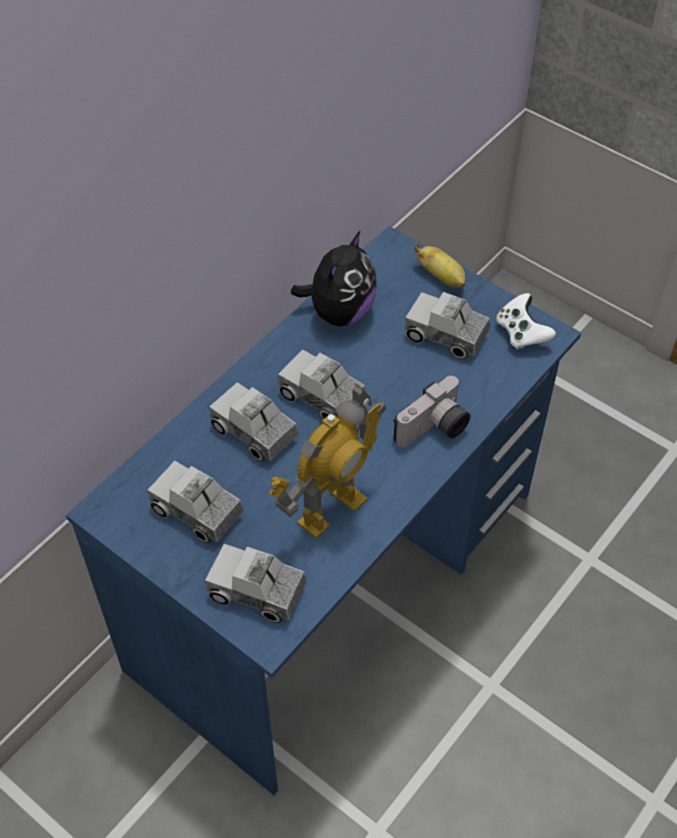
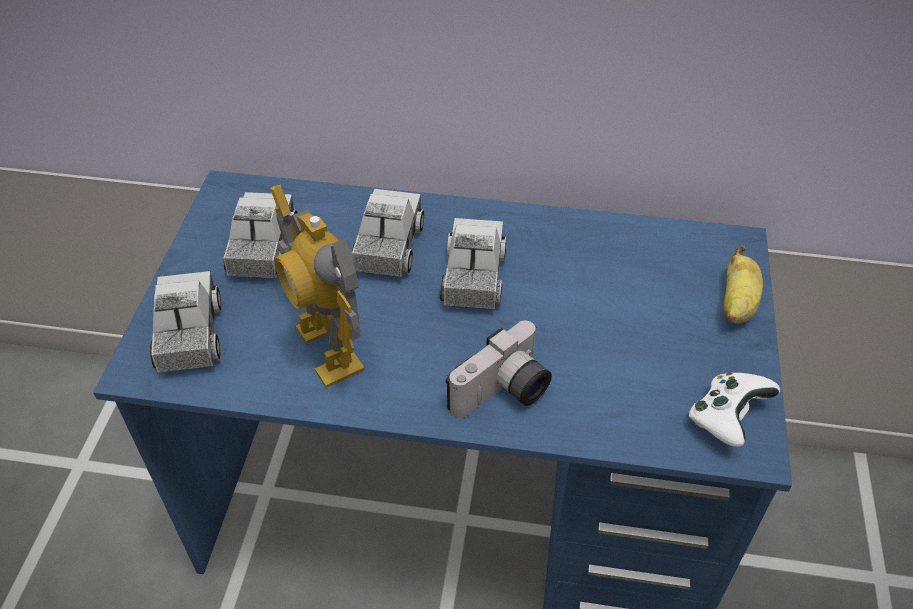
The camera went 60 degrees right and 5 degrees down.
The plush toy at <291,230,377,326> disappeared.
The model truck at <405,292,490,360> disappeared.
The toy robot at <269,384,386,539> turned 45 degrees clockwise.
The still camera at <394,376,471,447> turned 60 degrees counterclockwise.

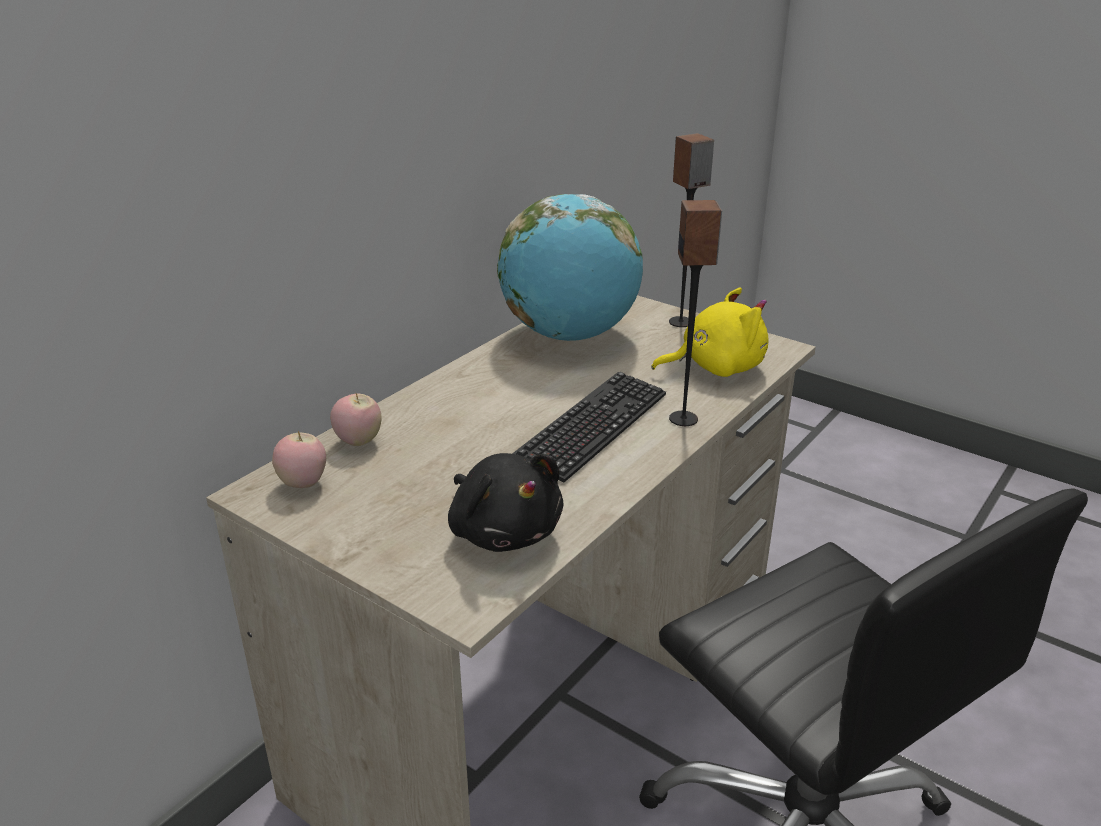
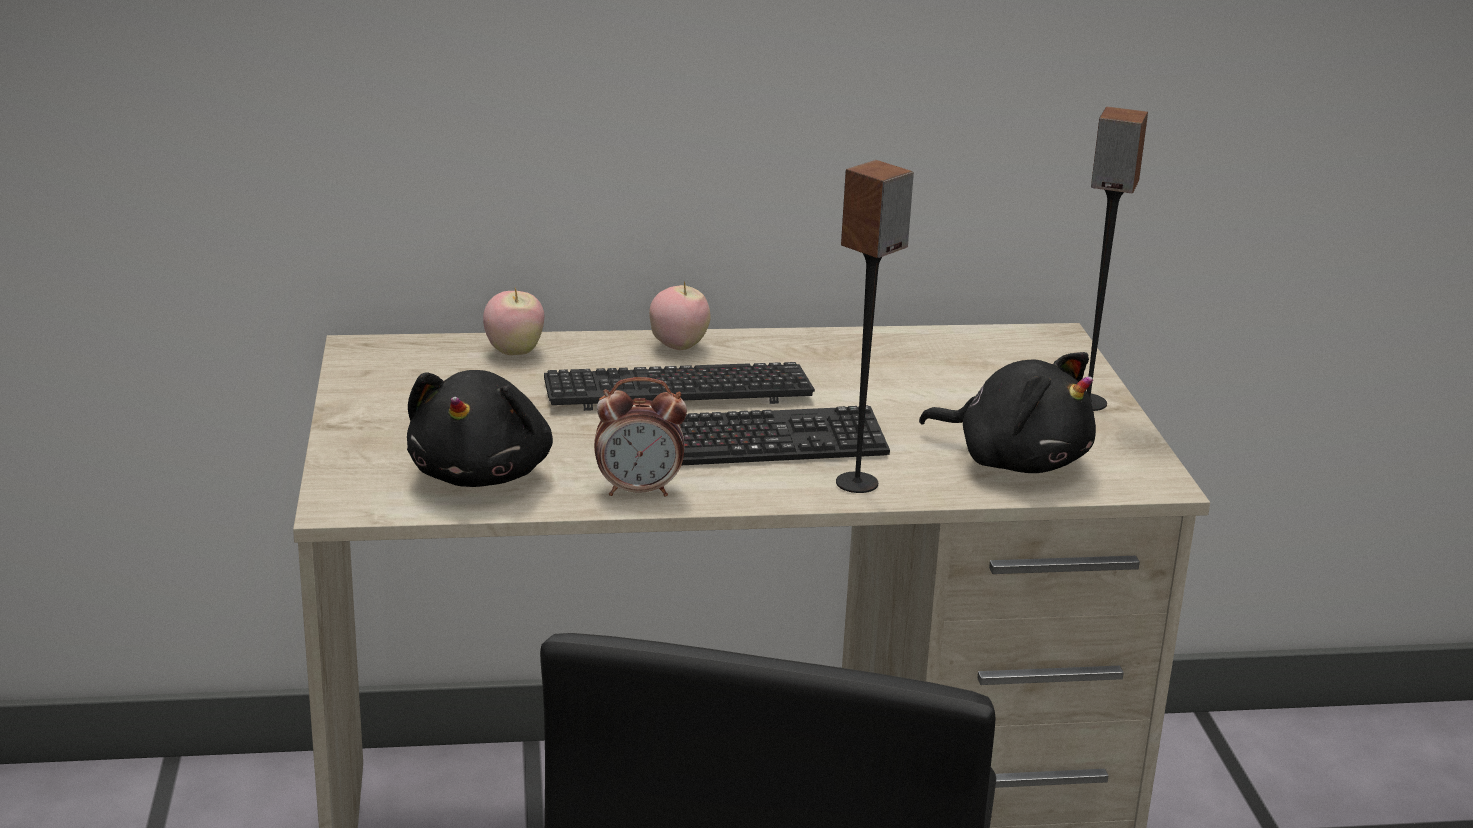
The camera went 45 degrees right and 5 degrees down.
The globe at <497,194,643,341> disappeared.
The PC keyboard at <544,362,815,411> appeared.
The alarm clock at <594,377,687,497> appeared.
The apple fruit moved from <272,431,326,488> to <649,282,711,350>.
The yellow-coloured plush toy at <651,287,768,377> became the black-coloured plush toy at <919,352,1096,473>.

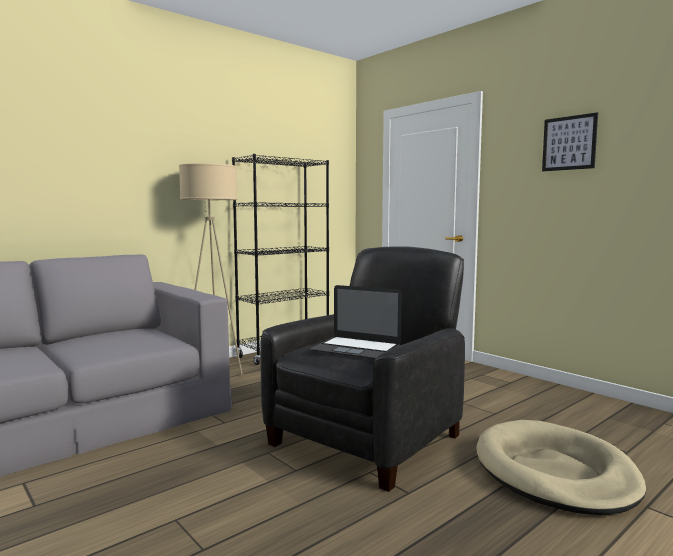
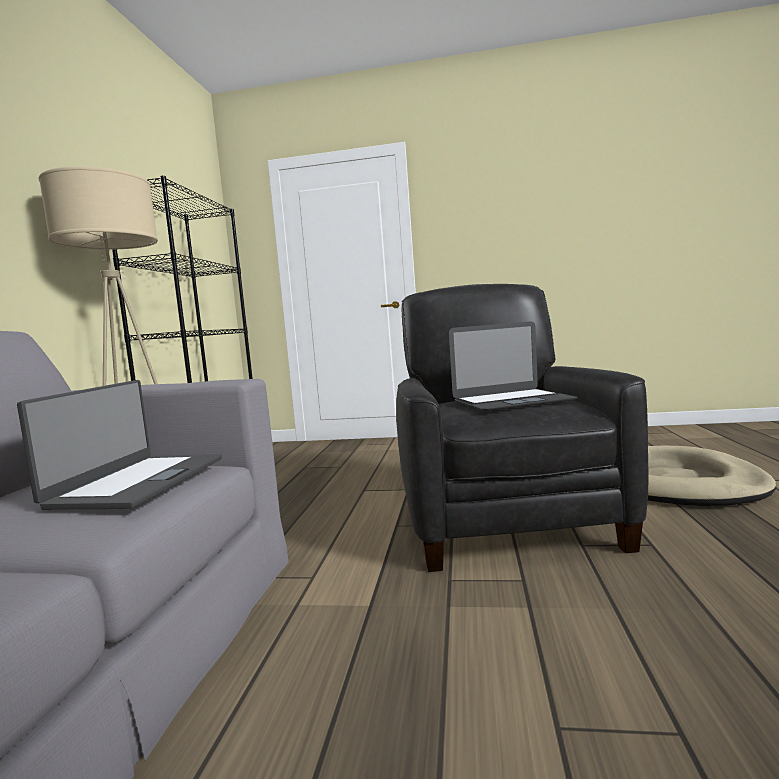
The camera went 40 degrees left and 0 degrees up.
The wall art at <542,112,598,171> disappeared.
The laptop at <17,380,222,510> appeared.

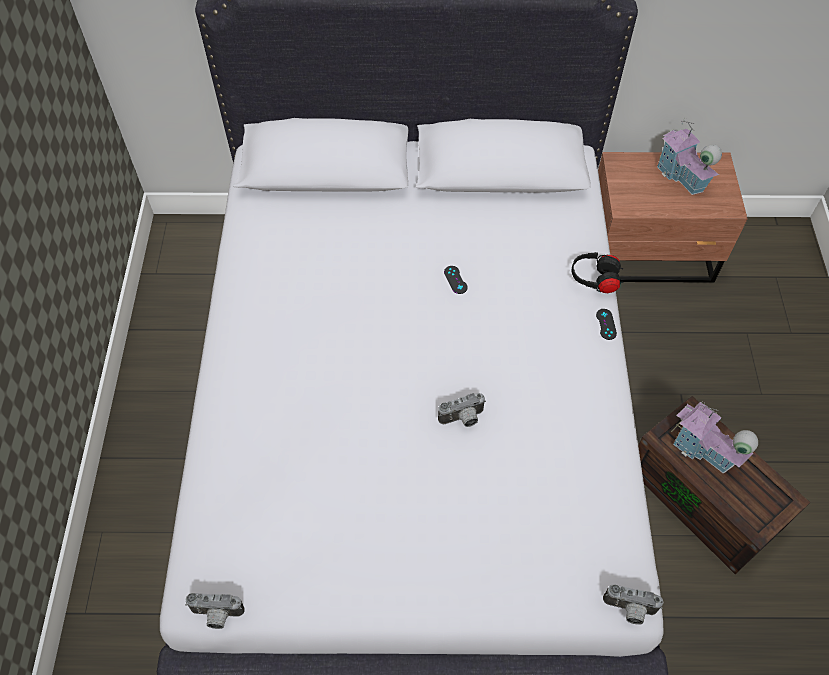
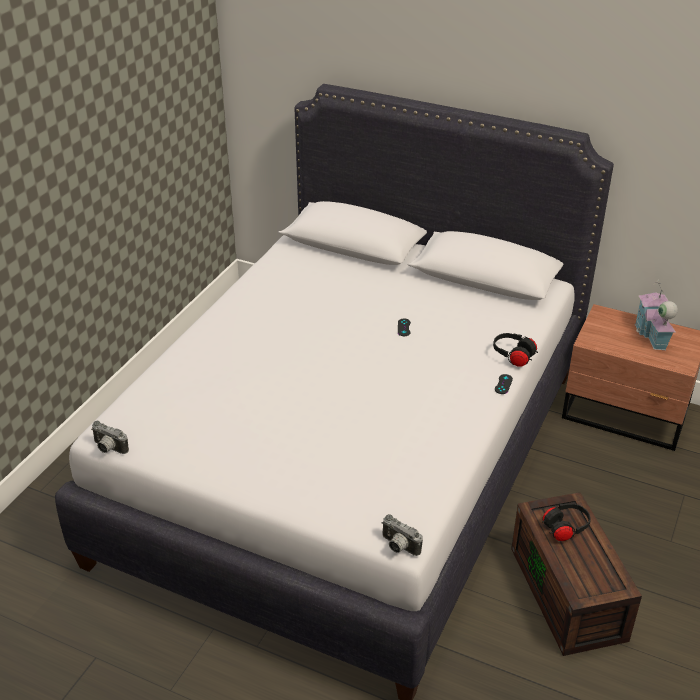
The camera went 25 degrees right and 20 degrees down.
The still camera at <438,393,486,427> disappeared.
The miniature house at <671,400,758,474> was replaced by the black-coloured headset at <542,503,591,541>.

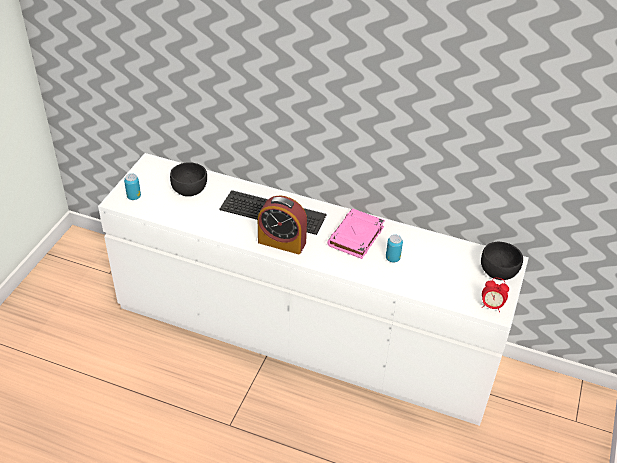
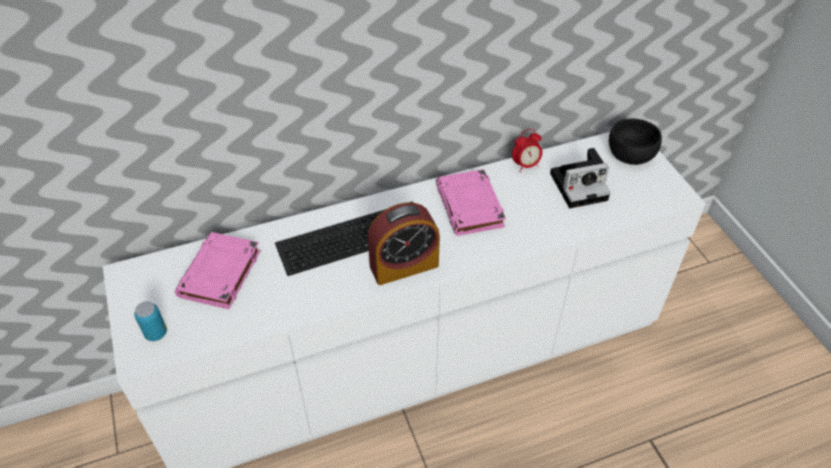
The camera went 40 degrees left and 5 degrees up.
The sealed can at <386,235,403,262> disappeared.
The still camera at <550,148,610,208> appeared.
The alarm clock moved from <482,278,509,313> to <512,129,542,172>.
The black-coloured serving bowl at <170,162,207,196> was replaced by the pinkish book at <175,232,261,309>.

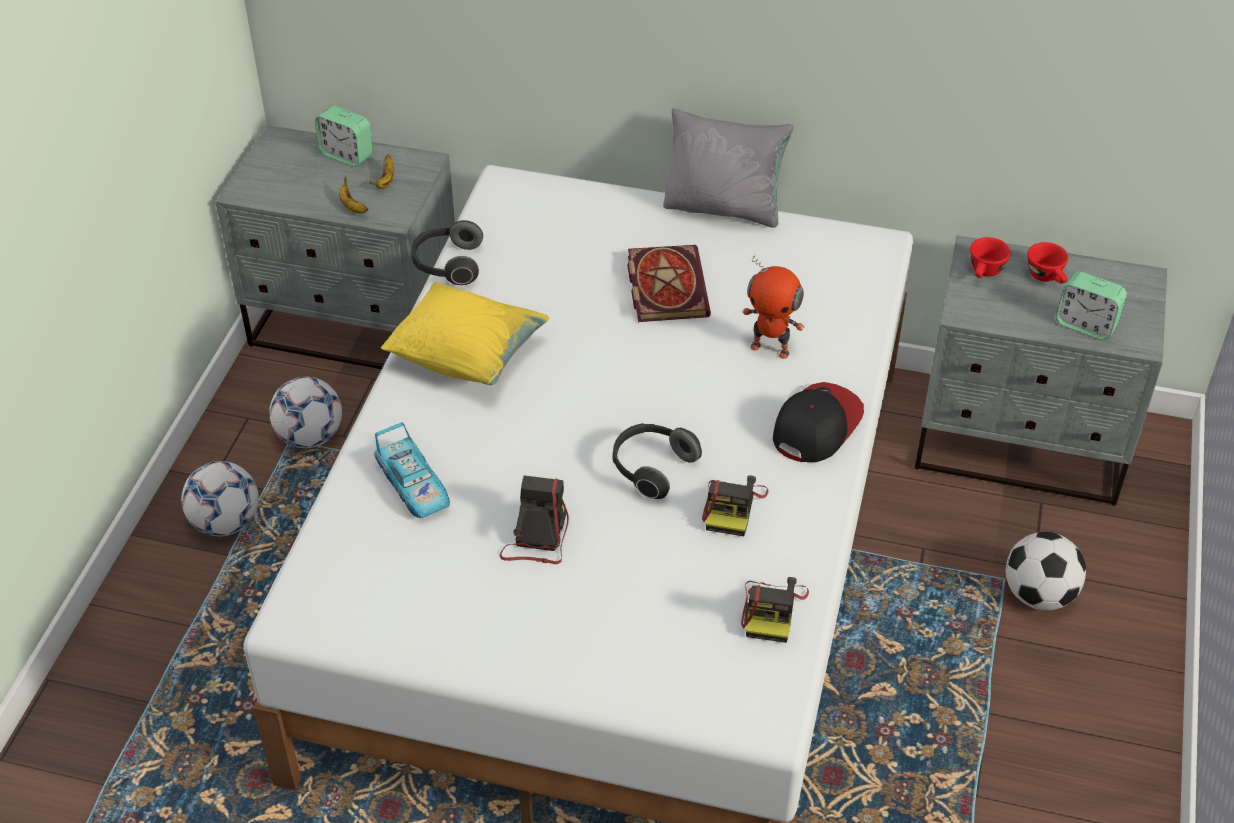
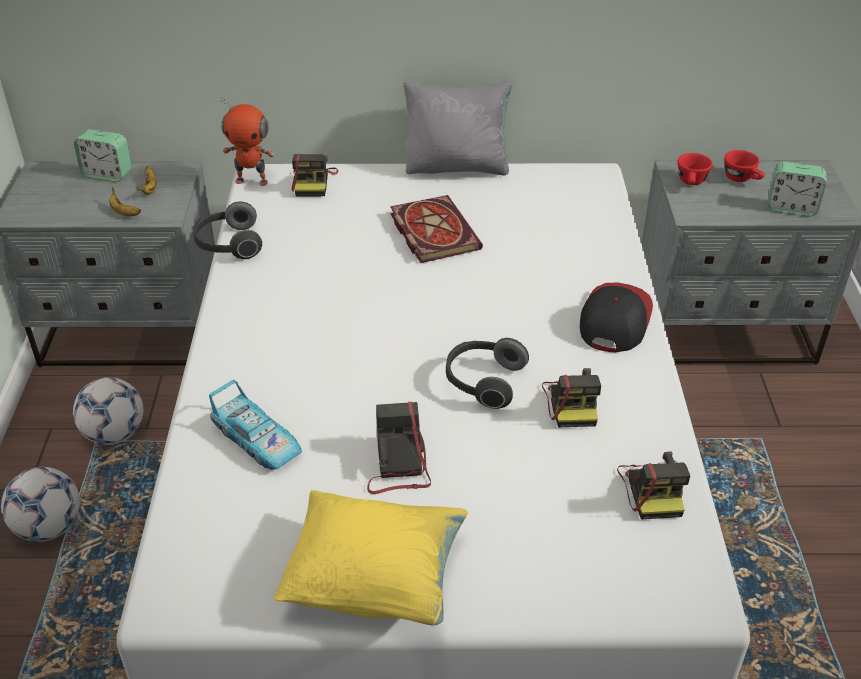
The camera went 15 degrees left and 5 degrees down.
The football at <1005,532,1086,610> disappeared.
The still camera at <292,154,339,196> appeared.
The yellow-coloured throw pillow moved from <381,282,549,385> to <274,490,468,625>.
The toy robot moved from <742,256,805,359> to <220,96,275,186>.

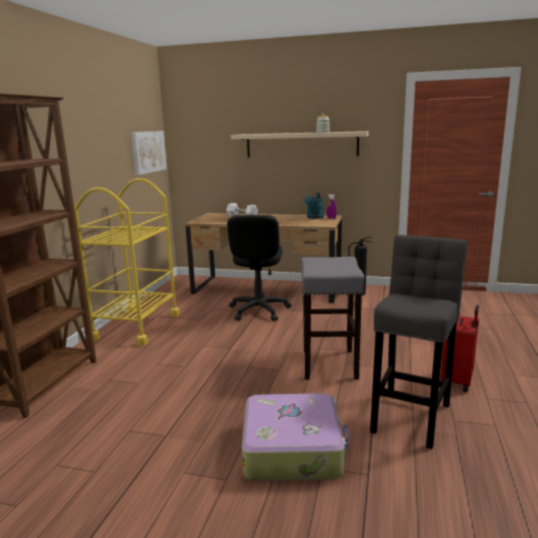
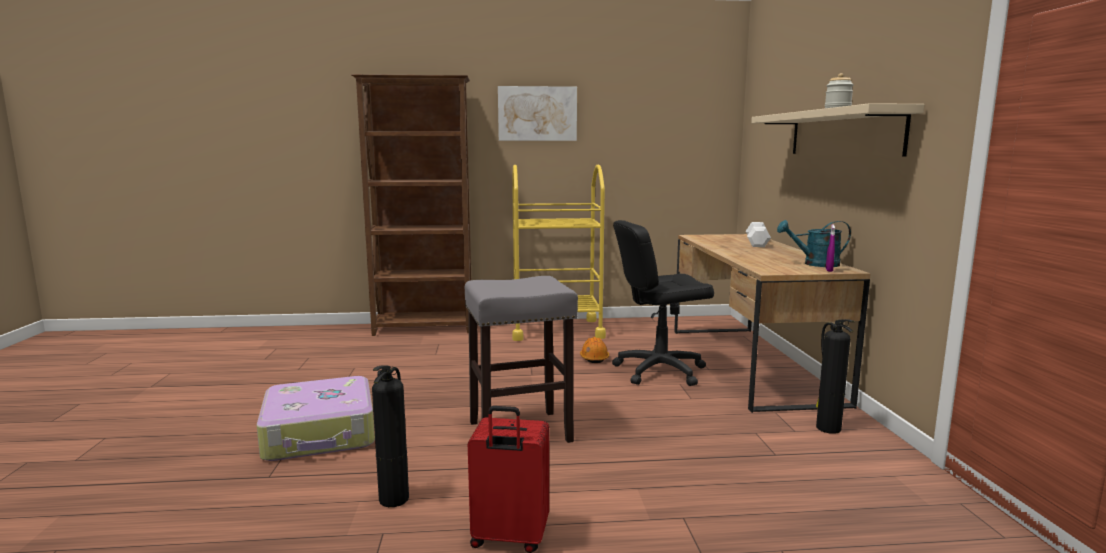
The camera went 70 degrees right and 5 degrees down.
The orangey safety helmet at <580,337,609,363> appeared.
The wall art moved from <131,131,167,175> to <498,86,577,141>.
The grey stool at <370,235,468,449> was replaced by the fire extinguisher at <372,365,409,507>.

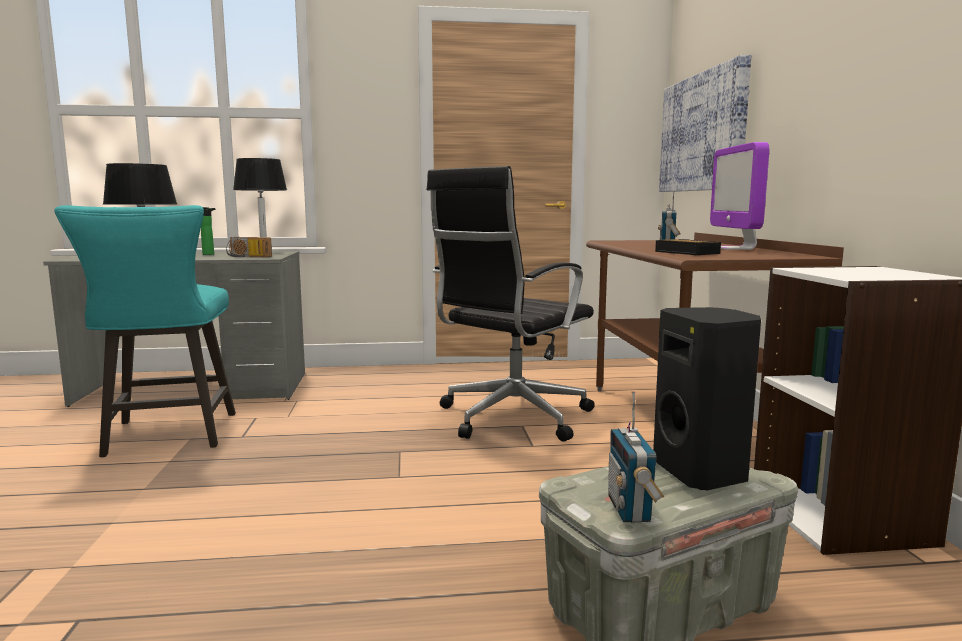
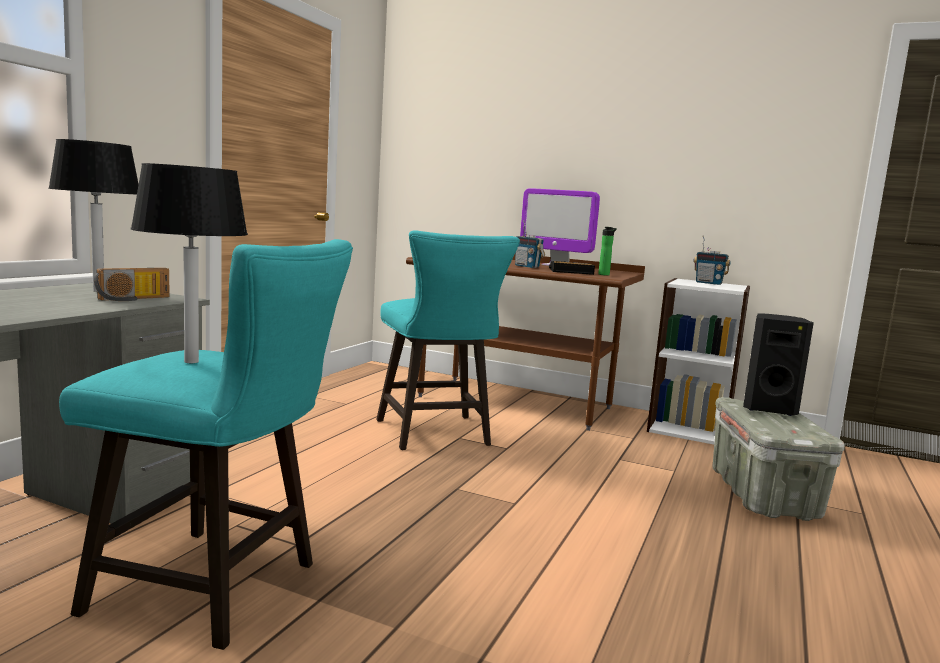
The camera went 60 degrees left and 0 degrees up.
The wall art at <659,55,751,192> disappeared.
The bottle moved from <201,207,216,255> to <598,227,617,276>.
The radio receiver moved from <608,392,664,523> to <693,236,731,285>.
The black-coloured computer chair at <427,166,595,442> was replaced by the turquoise stool at <376,230,520,450>.

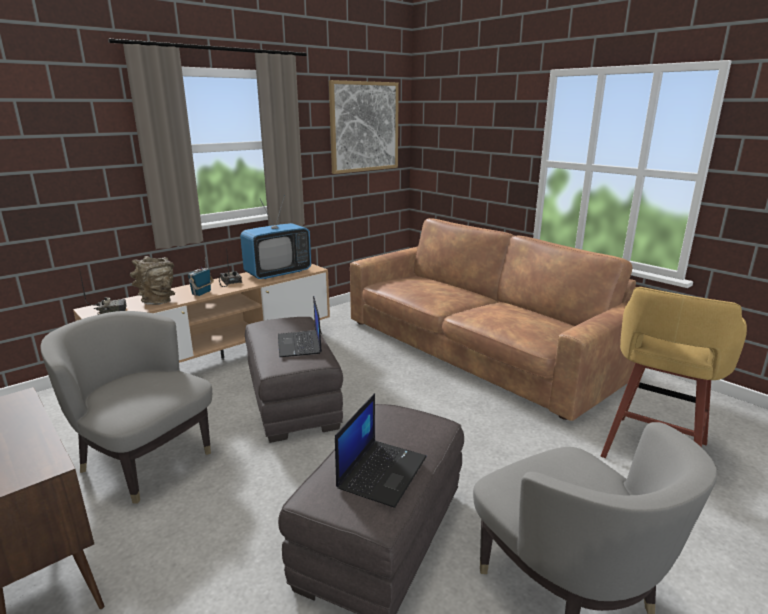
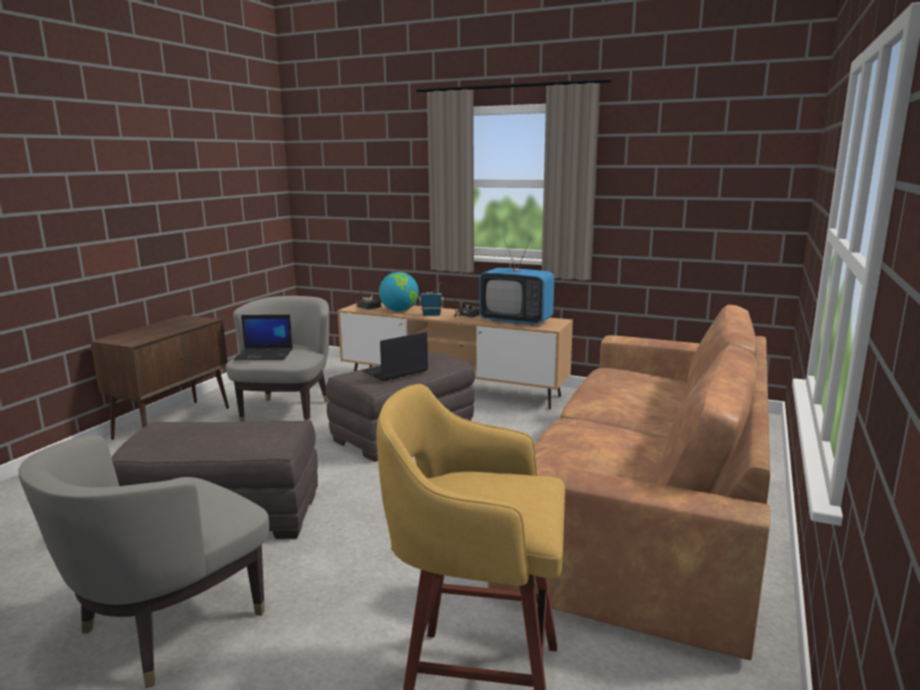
The camera went 65 degrees right and 5 degrees down.
The wall art at <329,80,399,174> disappeared.
The laptop moved from <335,393,427,508> to <233,315,293,360>.
The brown flower vase at <129,256,175,305> was replaced by the globe at <379,272,419,312>.

